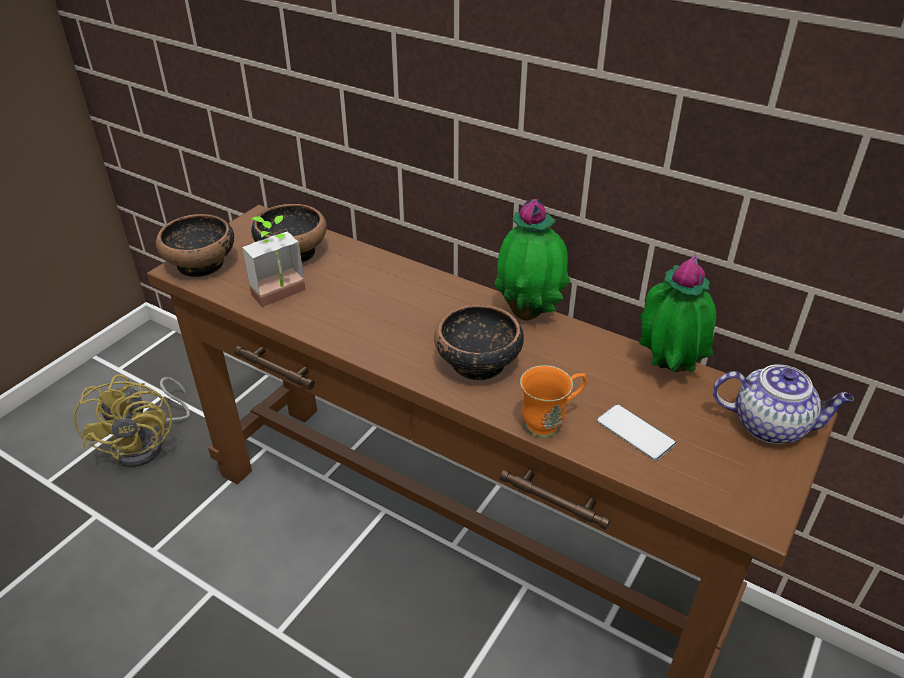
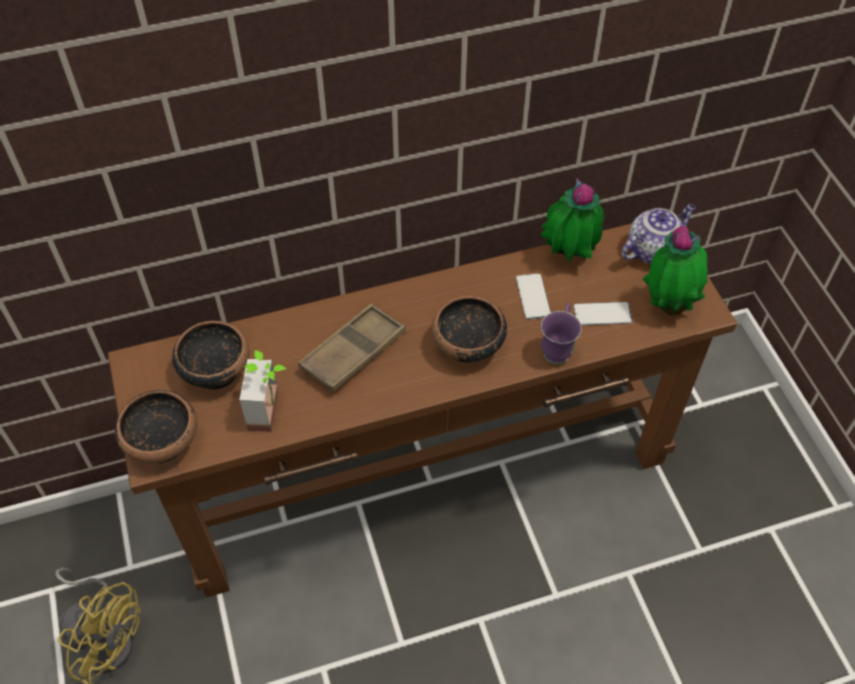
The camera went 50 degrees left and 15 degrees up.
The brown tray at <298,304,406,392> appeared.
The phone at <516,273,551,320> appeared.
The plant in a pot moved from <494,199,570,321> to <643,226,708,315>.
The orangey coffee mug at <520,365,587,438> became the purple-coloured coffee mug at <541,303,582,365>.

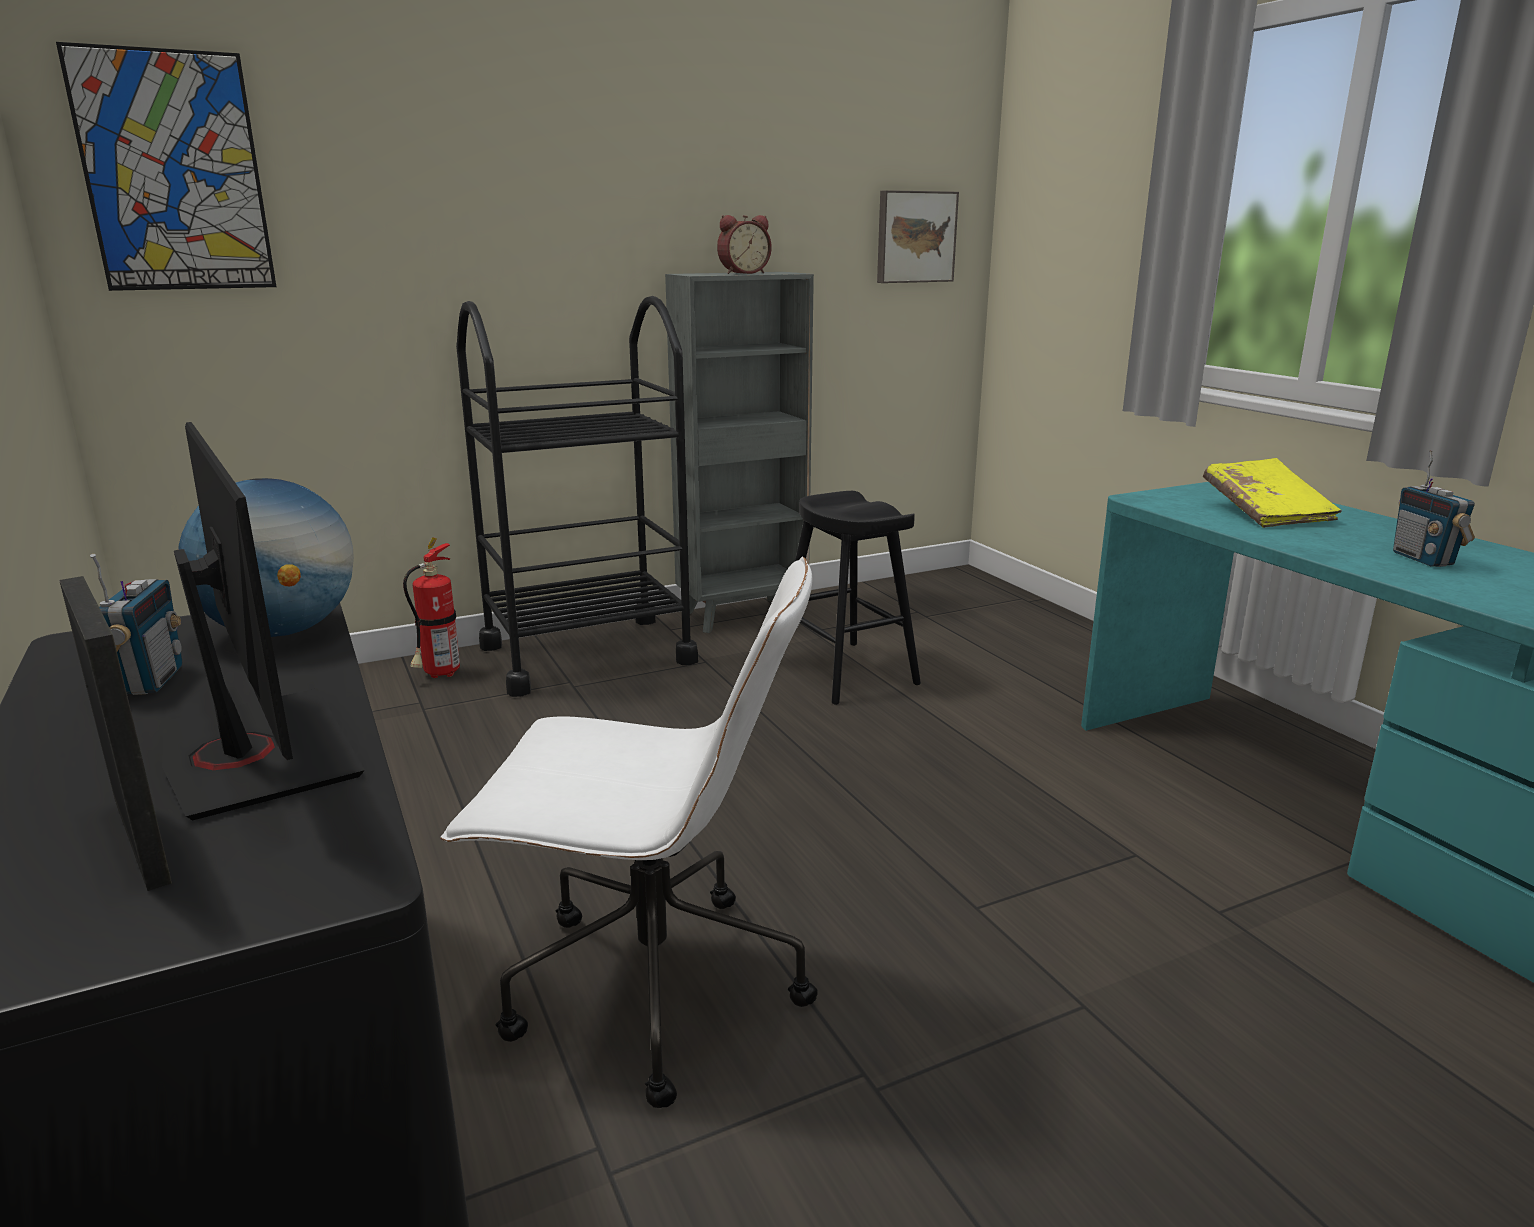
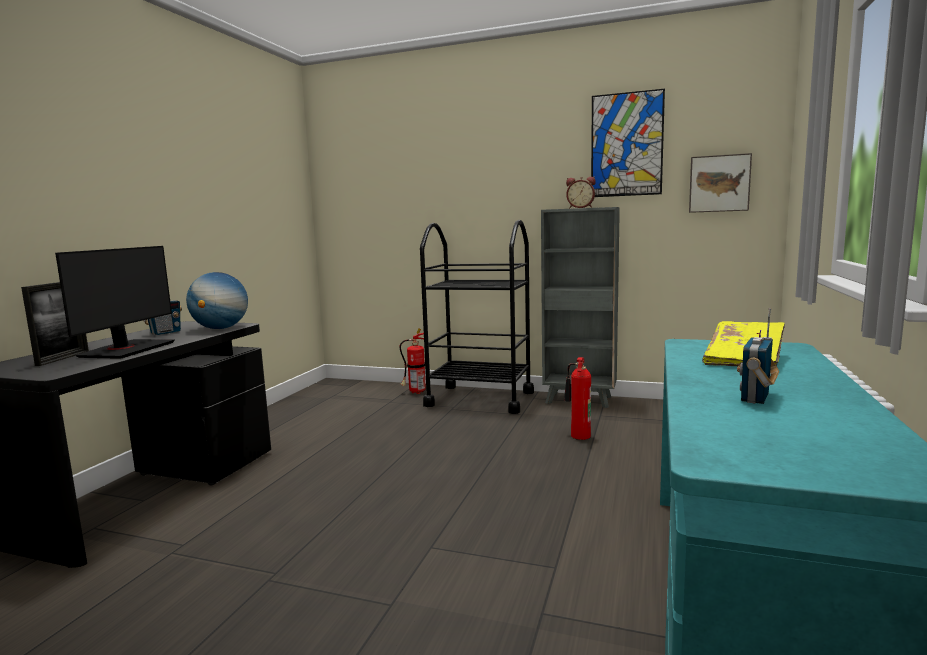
The camera went 45 degrees right and 10 degrees down.
The white computer chair at <440,556,818,1108> disappeared.
The wall art moved from <56,42,276,291> to <591,89,665,197>.
The black-coloured stool at <795,491,921,705> was replaced by the fire extinguisher at <564,357,591,440>.

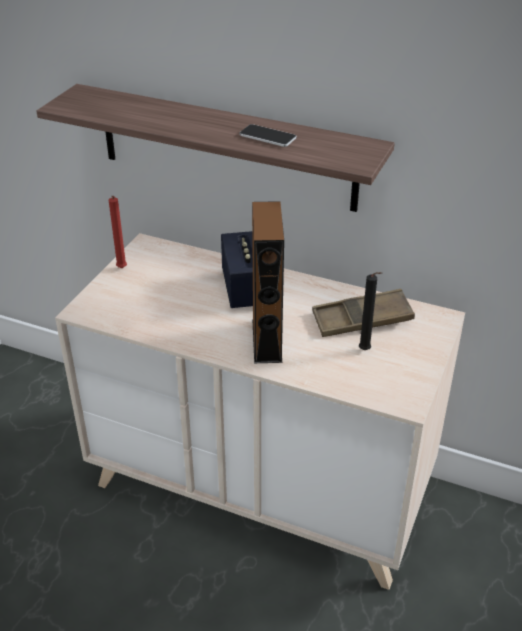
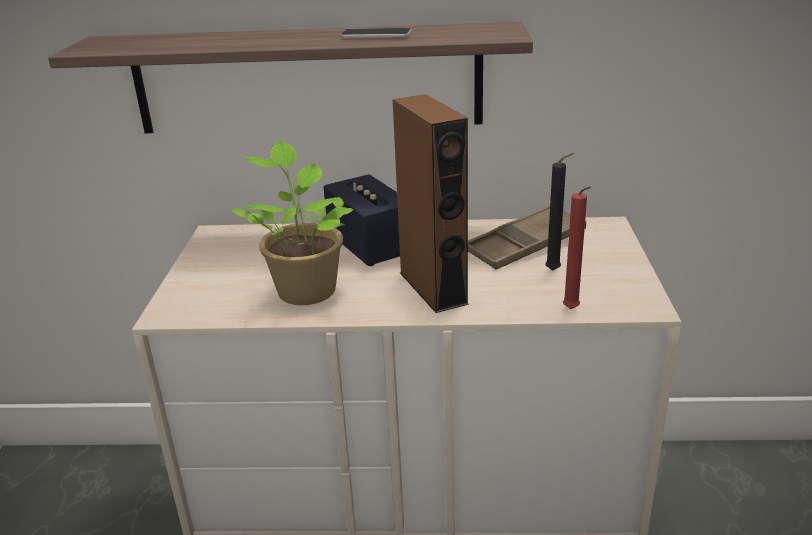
The camera went 20 degrees left and 10 degrees down.
The plant in a pot at <230,140,354,305> appeared.
The reddish wax light moved from <109,196,127,268> to <563,186,591,309>.

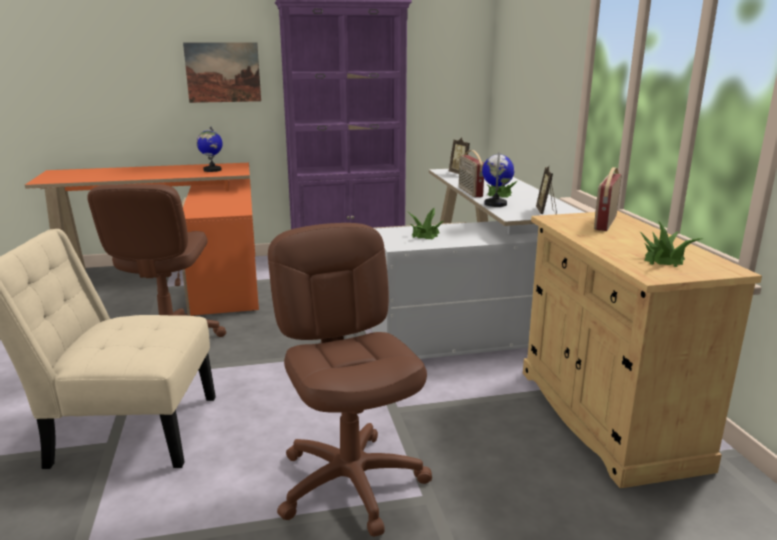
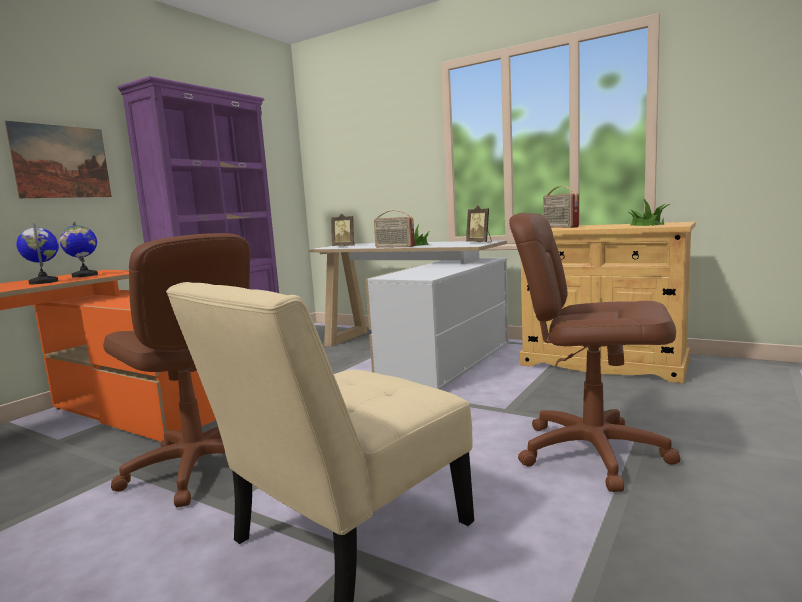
The camera went 45 degrees left and 10 degrees down.
The plant in a pot at <408,208,443,239> disappeared.
The globe moved from <482,152,515,207> to <16,223,59,284>.

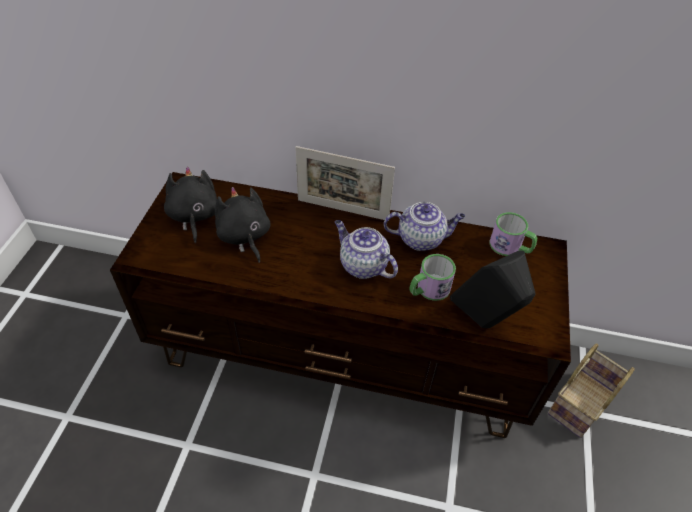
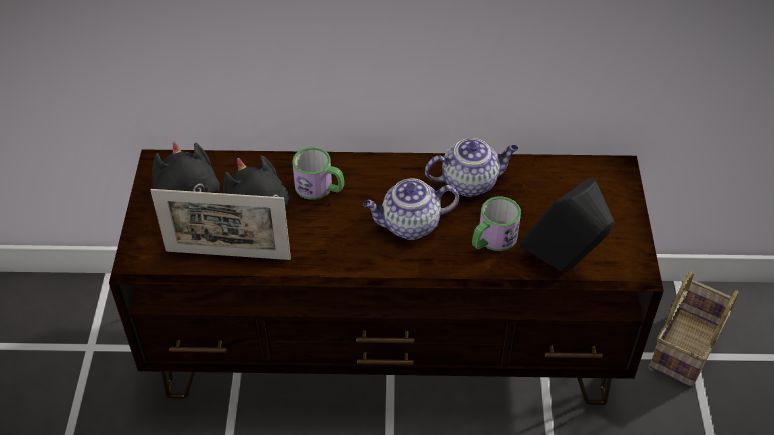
The camera went 10 degrees left and 0 degrees up.
The picture frame moved from <295,146,395,220> to <150,189,291,260>.
The coffee mug moved from <490,212,537,256> to <293,147,344,200>.
The pot for tea at <335,220,398,279> turned 45 degrees counterclockwise.

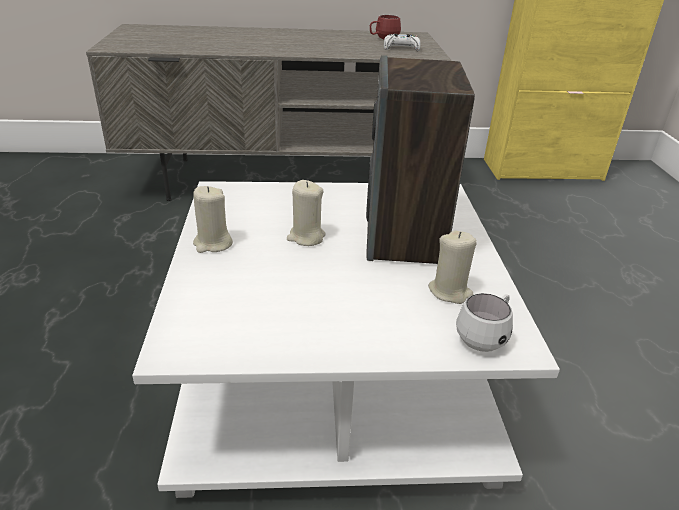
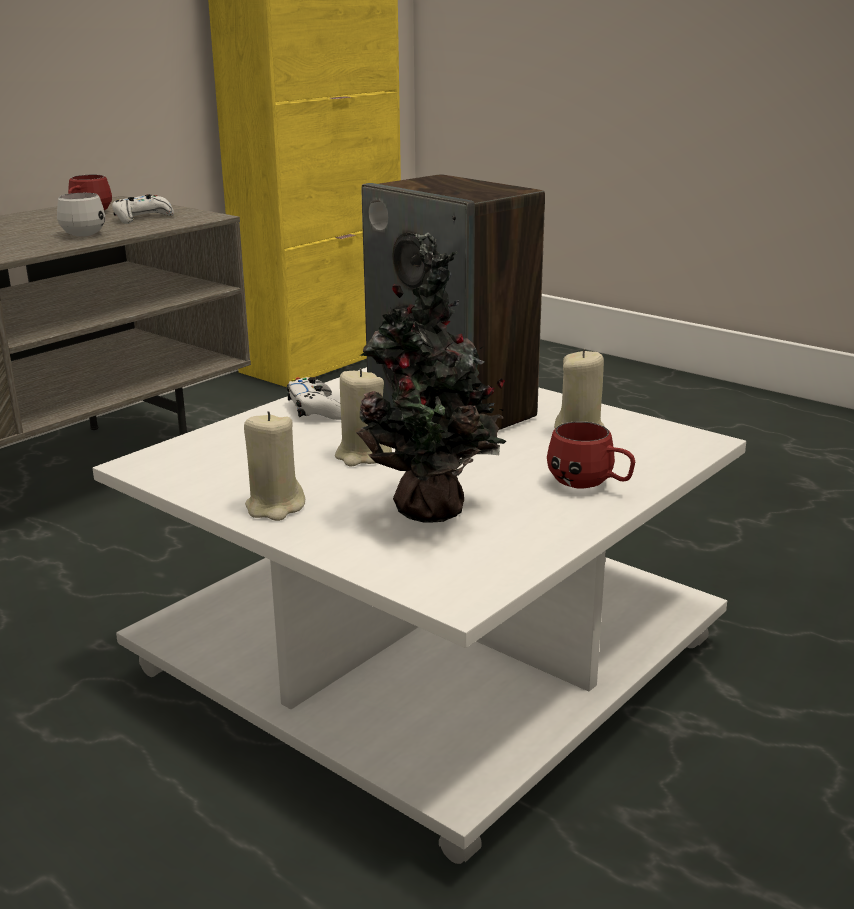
The camera went 45 degrees left and 10 degrees down.
The white game controller at <287,377,341,420> appeared.
The plant in a pot at <356,233,506,523> appeared.
The reddish coffee mug at <547,421,635,489> appeared.
The white coffee mug moved from <456,293,513,352> to <57,193,106,237>.

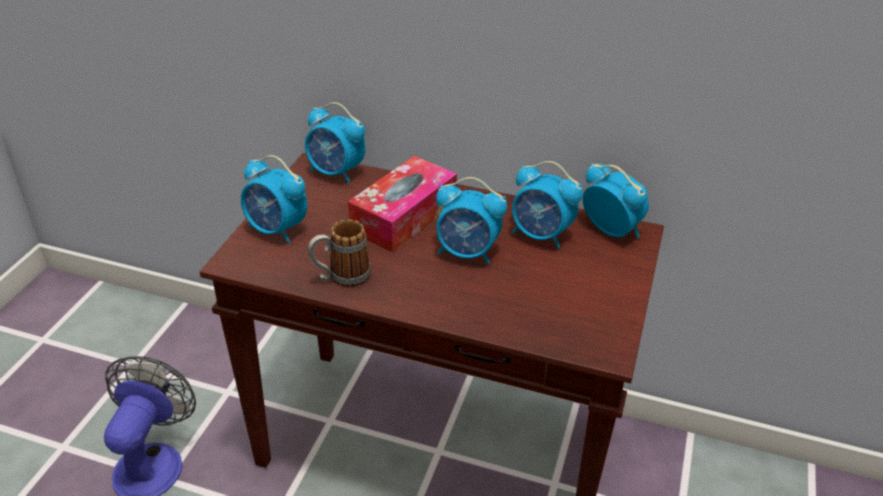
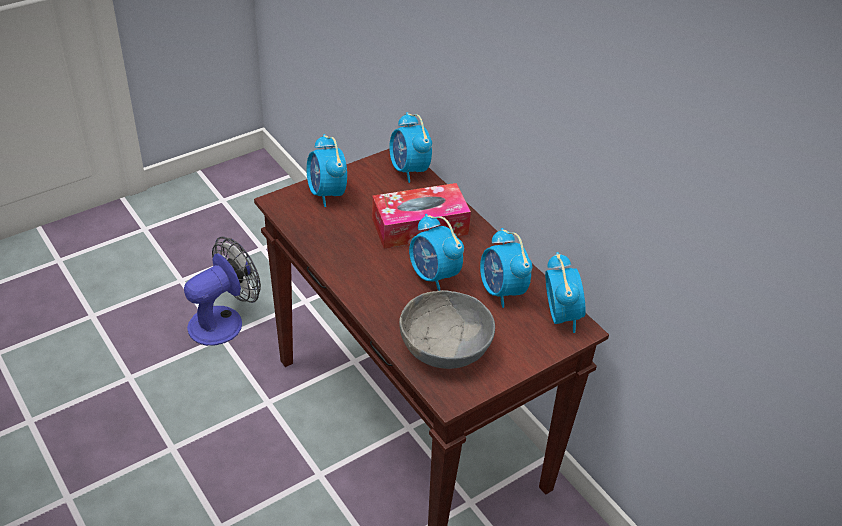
The camera went 35 degrees right and 5 degrees up.
The coffee mug at <308,219,371,287> disappeared.
The grey serving bowl at <399,290,495,369> appeared.

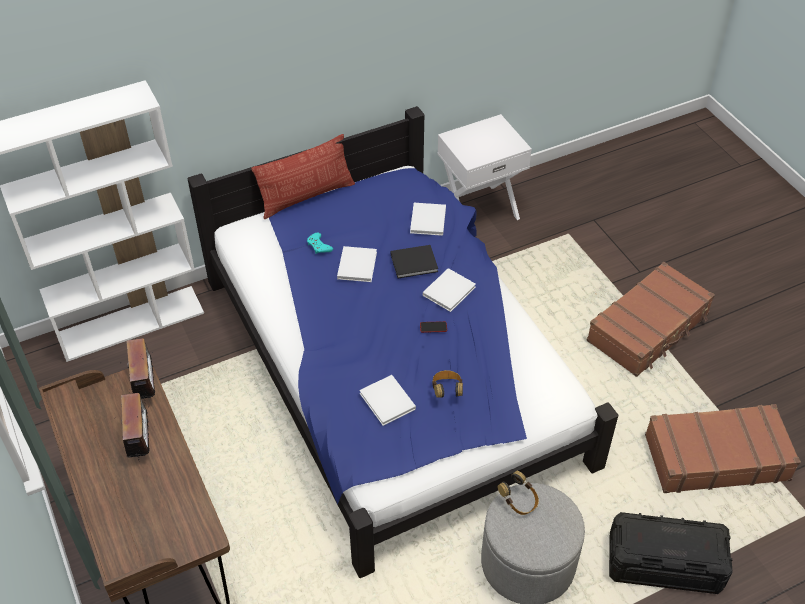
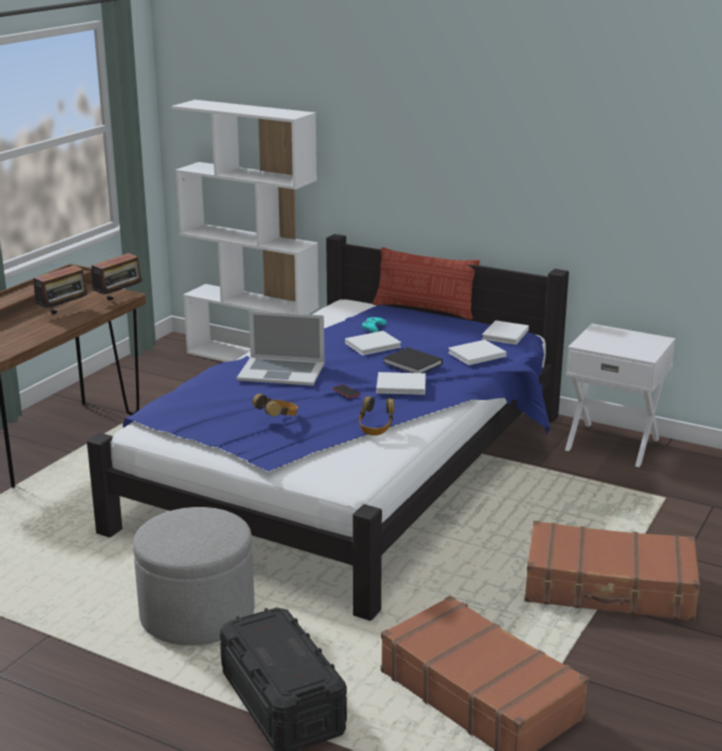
The camera went 55 degrees right and 25 degrees down.
The laptop at <237,311,324,386> appeared.
The white book moved from <359,375,416,426> to <482,320,529,345>.
The headset moved from <498,471,539,515> to <359,396,394,436>.

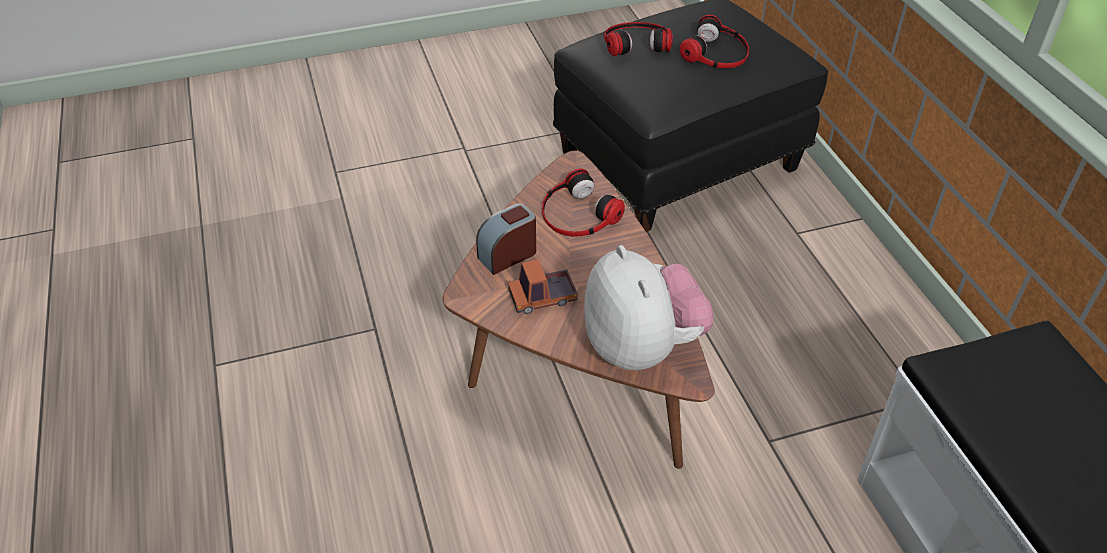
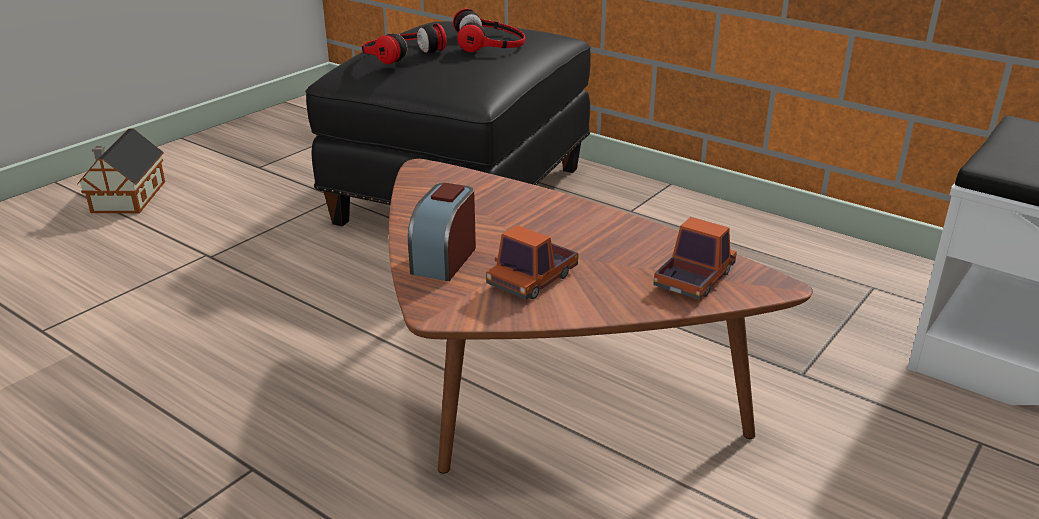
The camera went 35 degrees left and 15 degrees down.
The headset at <542,168,625,236> disappeared.
The miniature house at <77,129,165,213> appeared.
The plush toy at <584,245,713,370> was replaced by the model truck at <653,217,737,300>.

